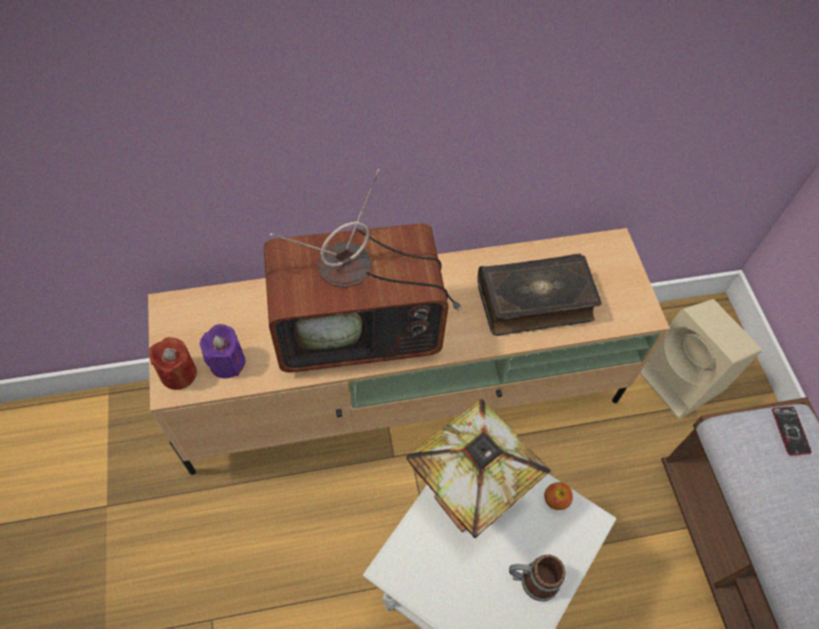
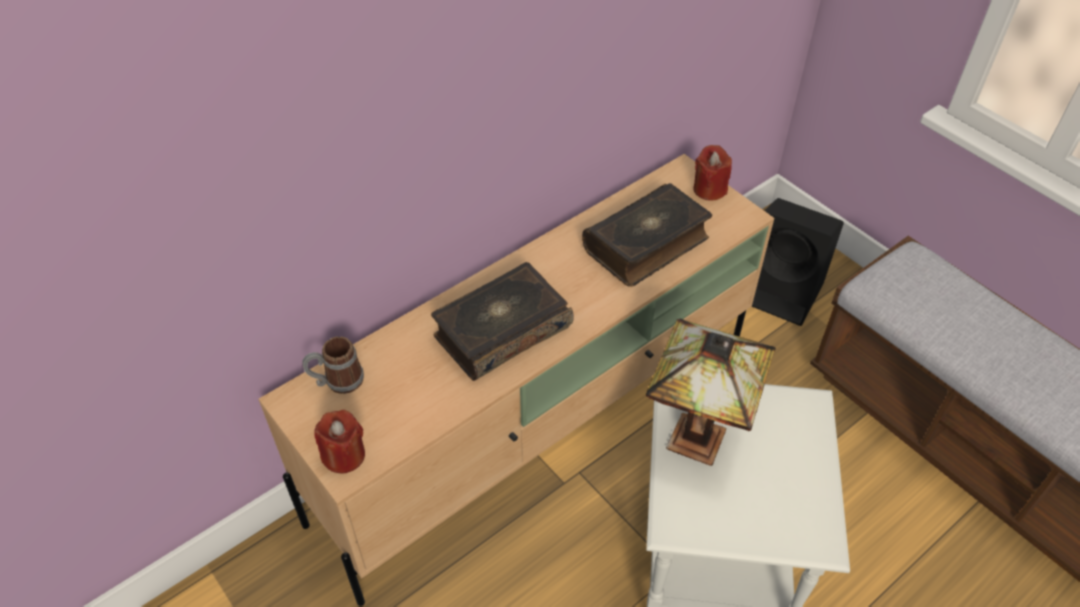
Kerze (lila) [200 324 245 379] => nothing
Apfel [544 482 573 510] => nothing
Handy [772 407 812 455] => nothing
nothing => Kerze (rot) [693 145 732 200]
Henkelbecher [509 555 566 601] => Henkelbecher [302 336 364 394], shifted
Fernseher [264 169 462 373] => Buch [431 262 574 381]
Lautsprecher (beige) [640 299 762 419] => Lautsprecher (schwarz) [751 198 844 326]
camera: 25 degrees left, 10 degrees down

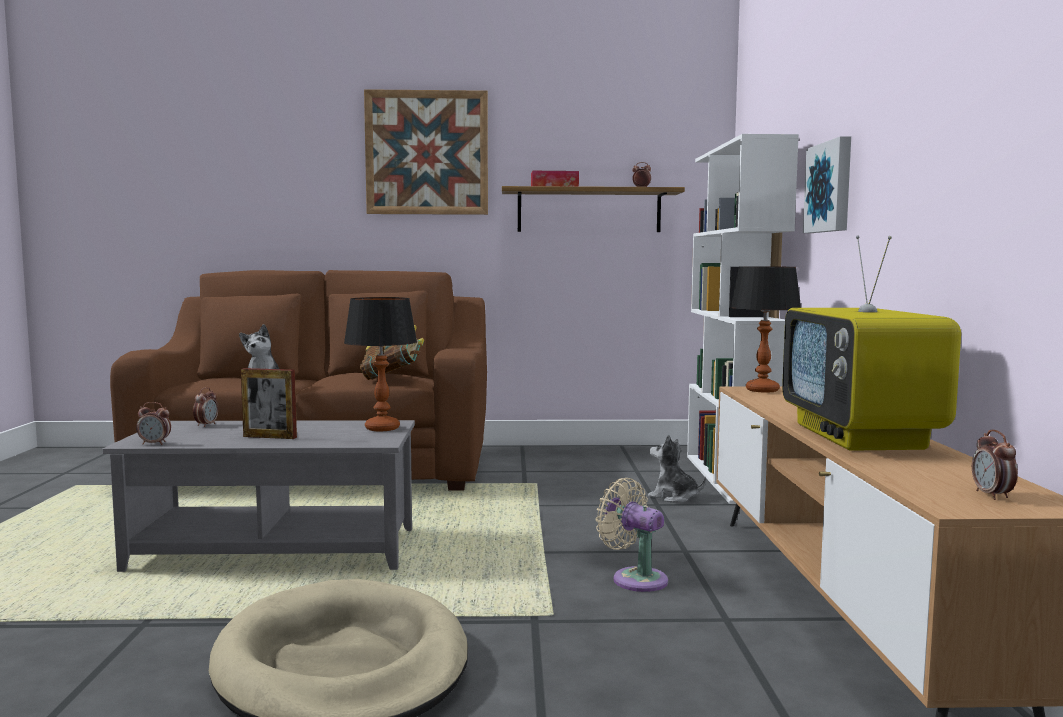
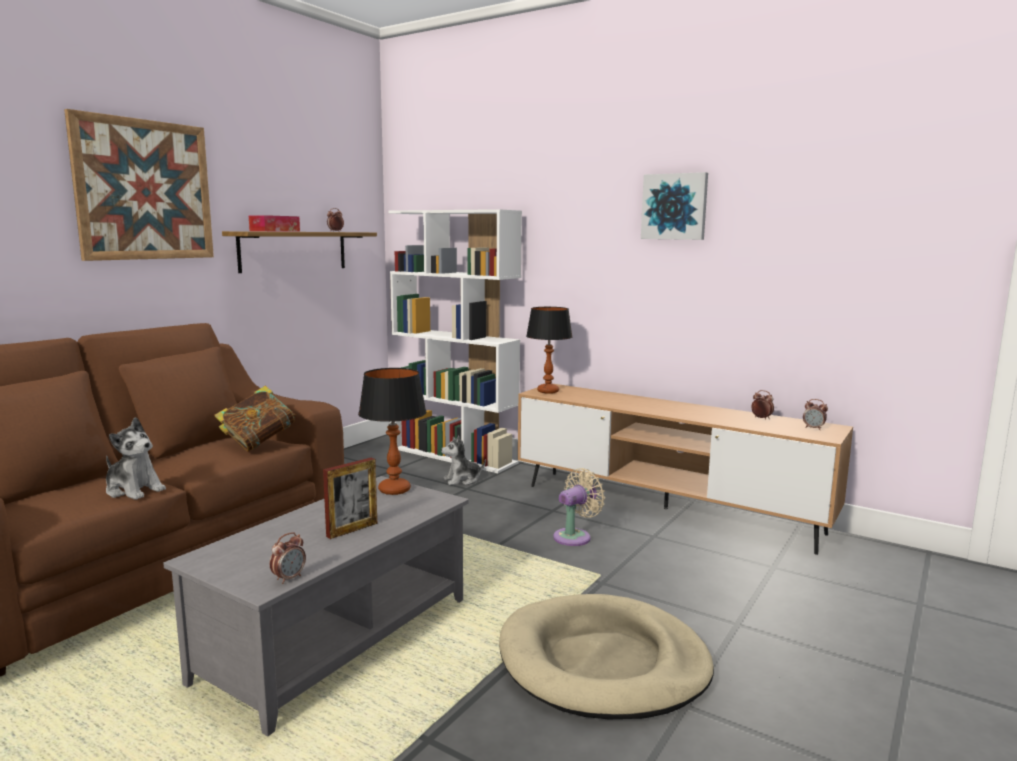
Fernseher [782 235 961 451] => nothing
Wecker [193 387 218 427] => Wecker [751 390 774 420], shifted
Bild [803 136 851 233] => Bild [641 172 708 240], shifted
Ventilator (beige) [596 478 668 592] => Ventilator (beige) [553 468 605 546], 150 degrees clockwise
camera: 55 degrees left, 5 degrees up

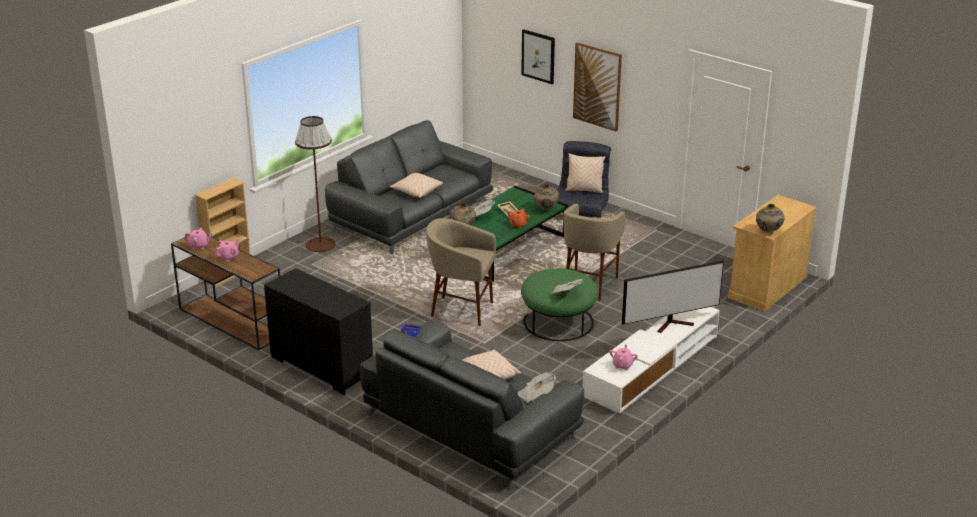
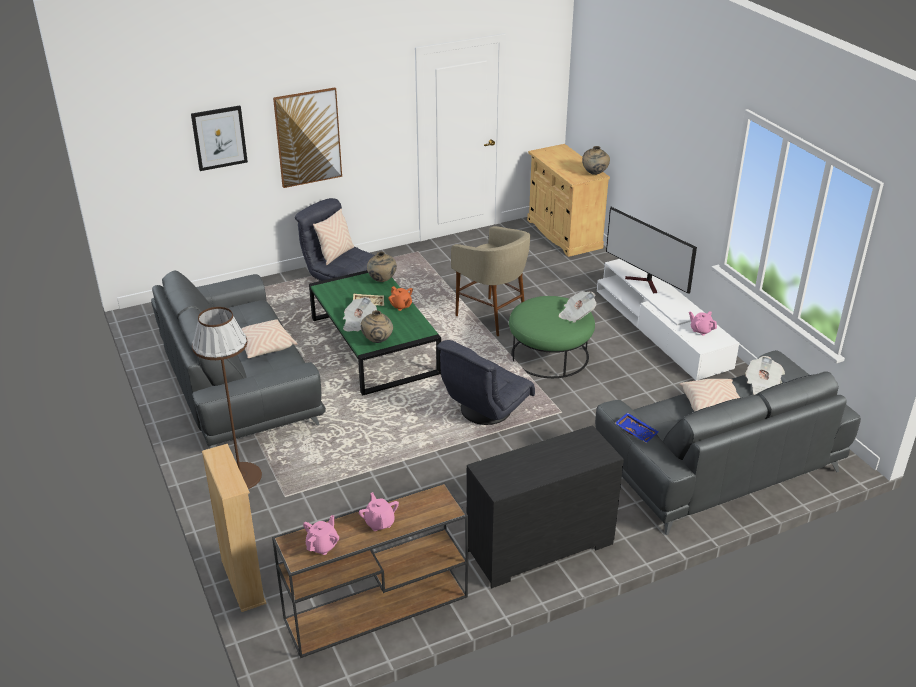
Hocker (beige) [426 218 496 326] => Sessel (grau) [437 340 535 425]
Fernseher [622 260 724 333] => Fernseher [606 207 697 294], 135 degrees clockwise
camera: 65 degrees left, 5 degrees up

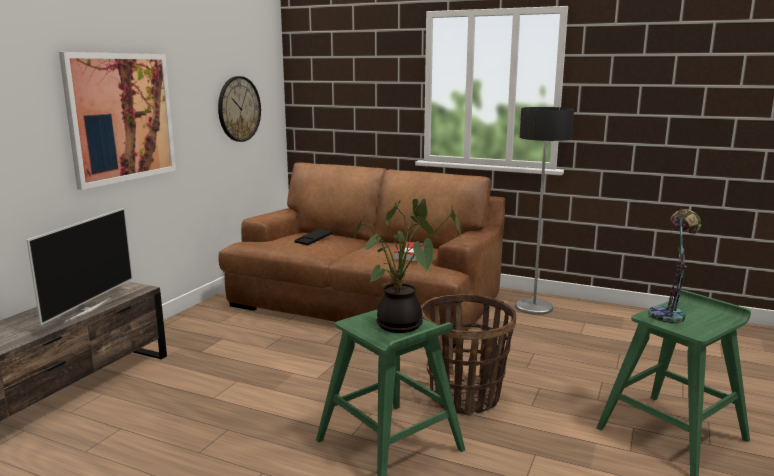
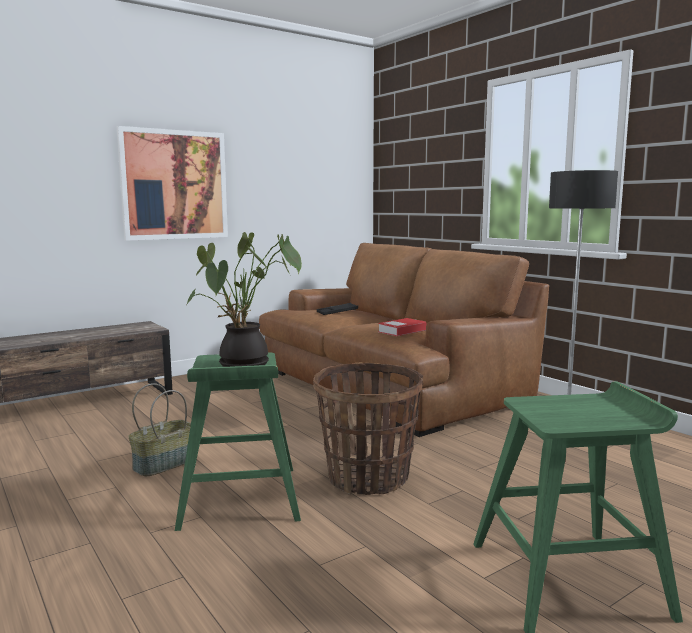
Fernseher [26 208 133 325] => nothing
Wanduhr [218 76 261 142] => nothing
Tischlampe [648 209 701 323] => nothing
nothing => Korb [128 383 191 476]
camera: 30 degrees right, 5 degrees down

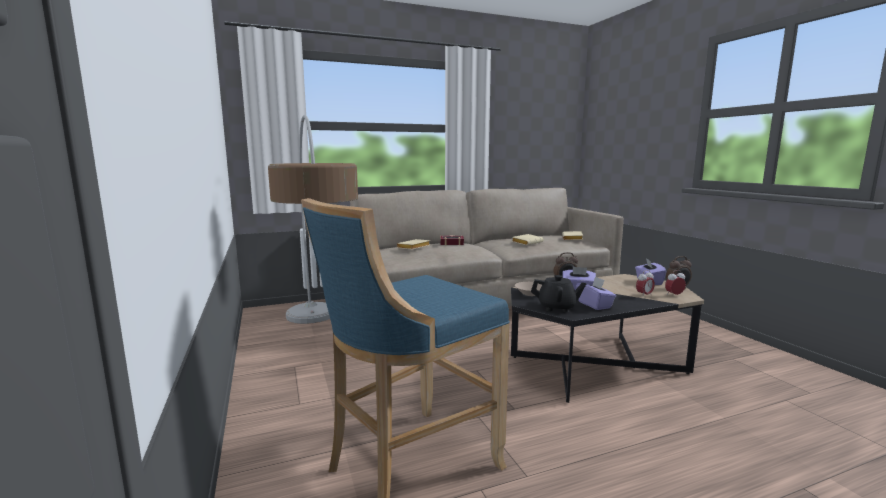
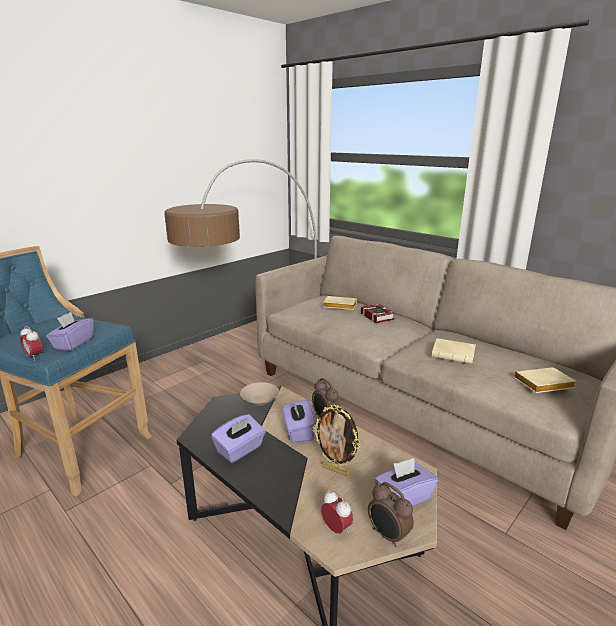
Teekanne (schwarz) [531 275 586 312] => nothing
nothing => Taschentuchbox (lila) [46 312 94 351]
nothing => Bilderrahmen [313 405 361 476]
Wecker [636 270 655 295] => Wecker [20 326 43 361], shifted
camera: 65 degrees right, 10 degrees up

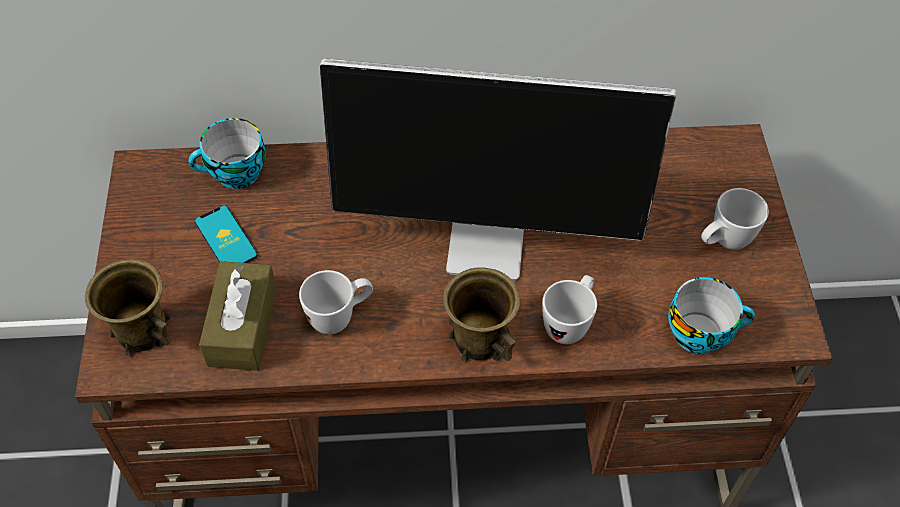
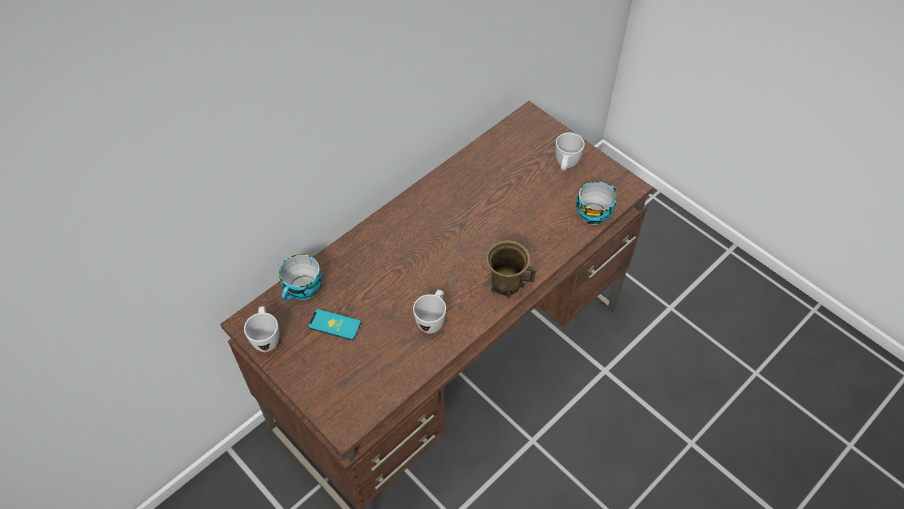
Henkelbecher (braun) [85 259 171 356] => nothing
Taschentuchbox (braun) [199 261 277 371] => nothing
Monitor [320 58 676 281] => nothing
Henkelbecher (weiß) [542 275 597 344] => Henkelbecher (weiß) [244 306 279 352], shifted
camera: 40 degrees left, 0 degrees up

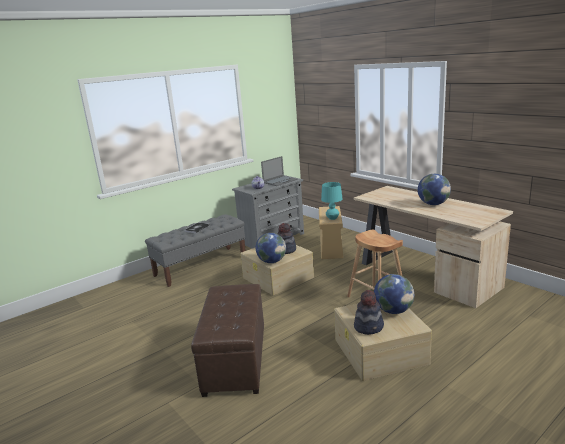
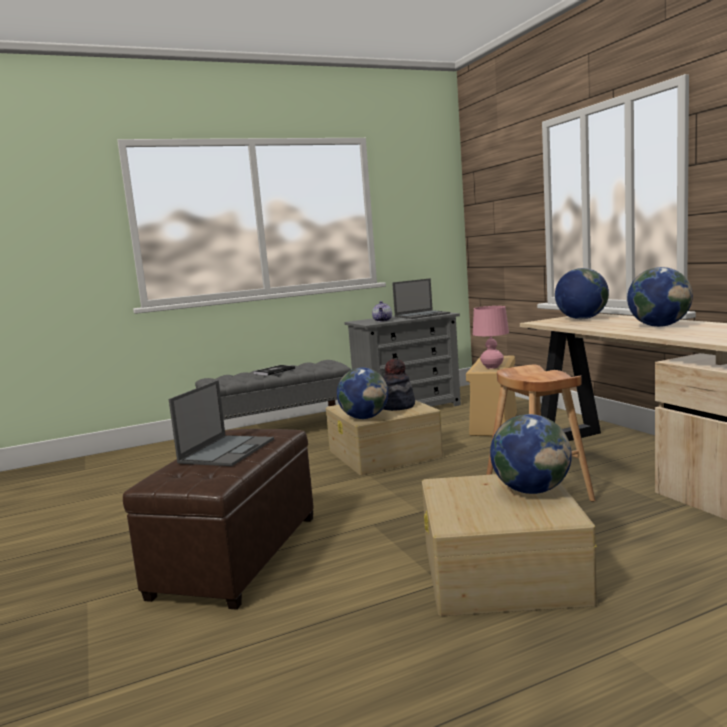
Hut [354 290 384 335] => nothing
nothing => Laptop [169 380 274 466]
nothing => Globus [555 268 609 319]
Tischlampe (türkis) [321 182 343 220] => Tischlampe (rosa) [473 306 509 369]
camera: 15 degrees right, 10 degrees down

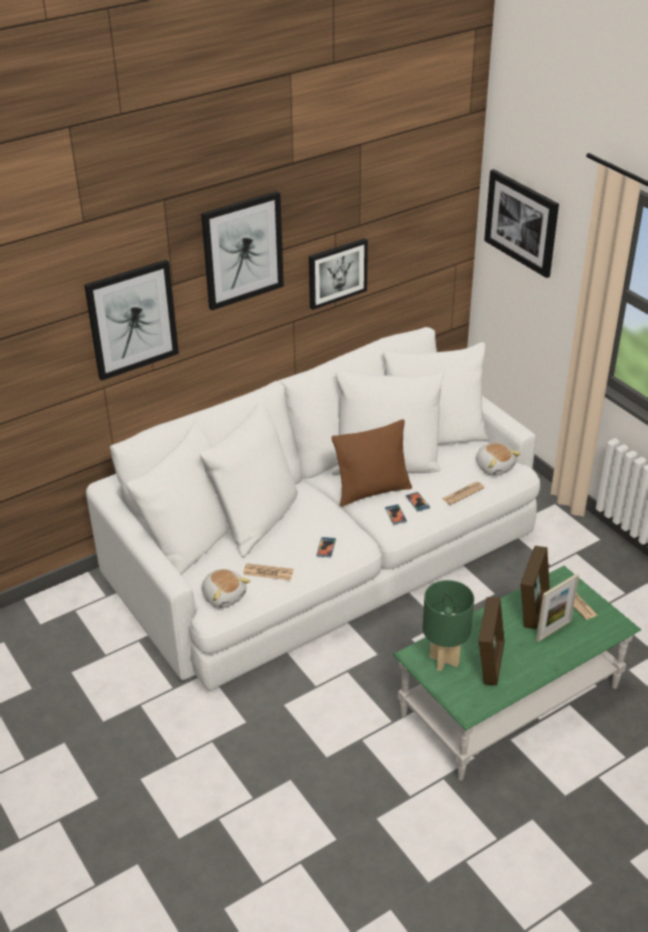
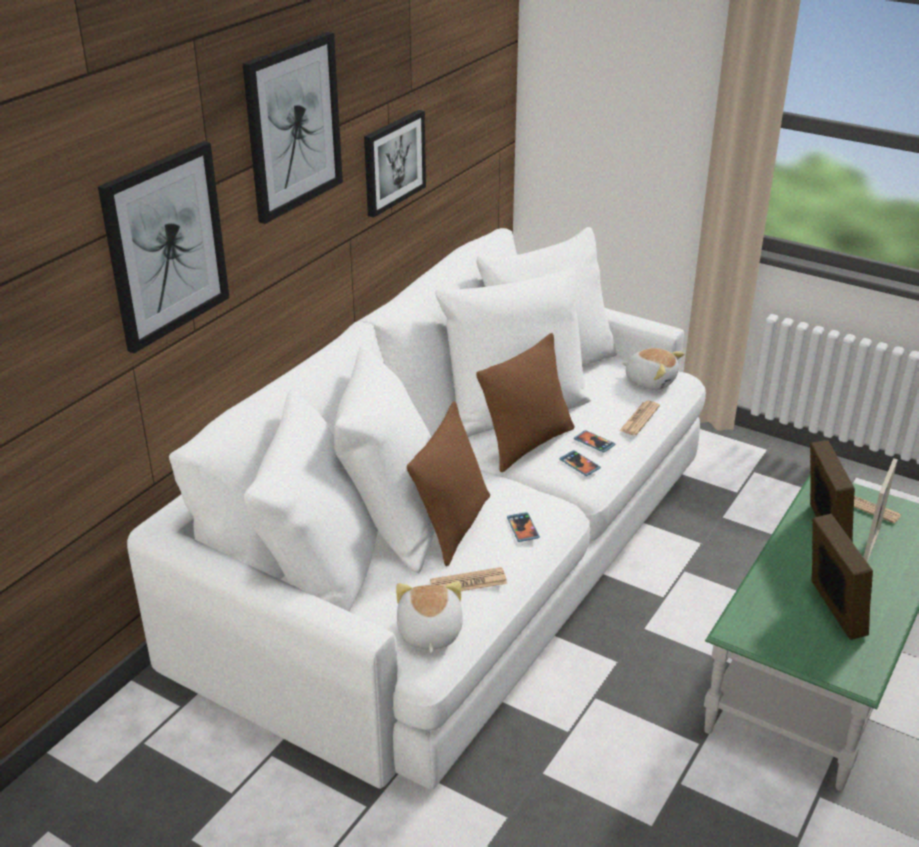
Tischlampe (grün) [423 580 474 671] => nothing
Bild [484 169 559 278] => nothing
nothing => Kissen (braun) [407 401 490 566]
Plüschtier [202 569 250 608] => Plüschtier [396 581 463 653], 120 degrees counterclockwise
camera: 25 degrees left, 5 degrees down

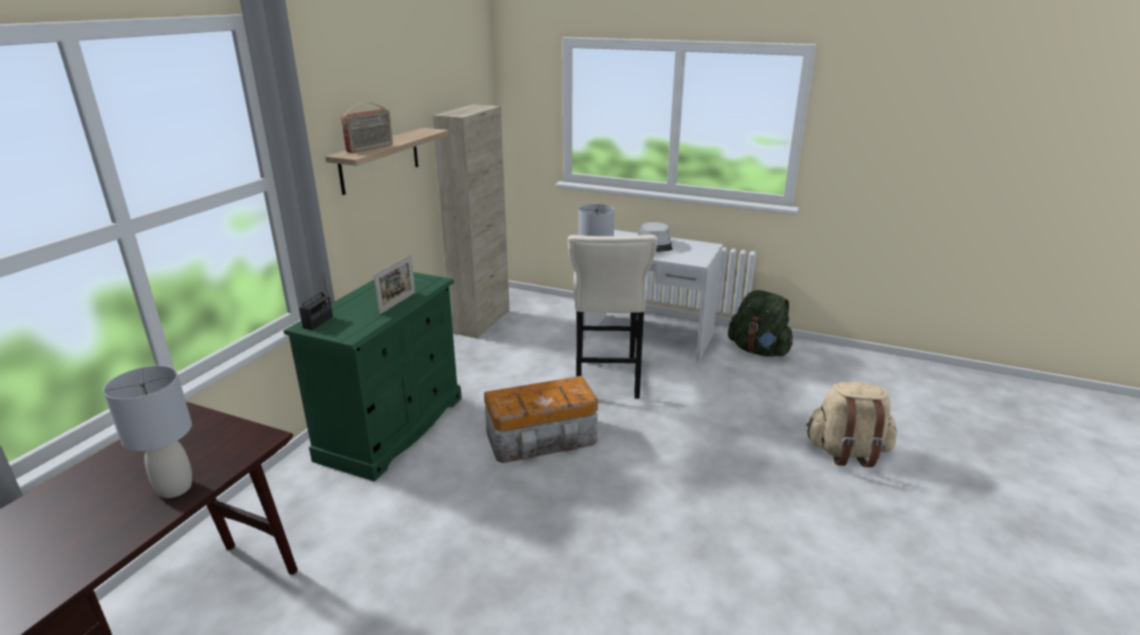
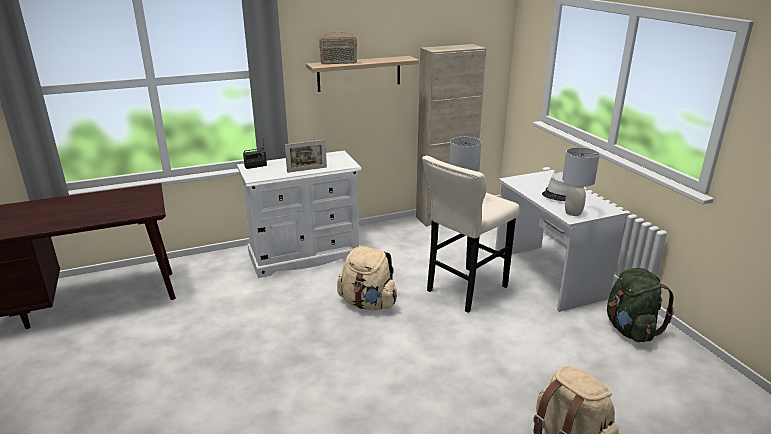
Tischlampe (grau) [103 365 192 498] => Tischlampe (grau) [562 147 600 216], shifted
Aufbewahrungsbox [484 376 598 463] => Rucksack (beige) [337 246 397 311]
Kommode (grün) [284 272 462 482] => Kommode (weiß) [237 151 362 278]
camera: 45 degrees right, 0 degrees up

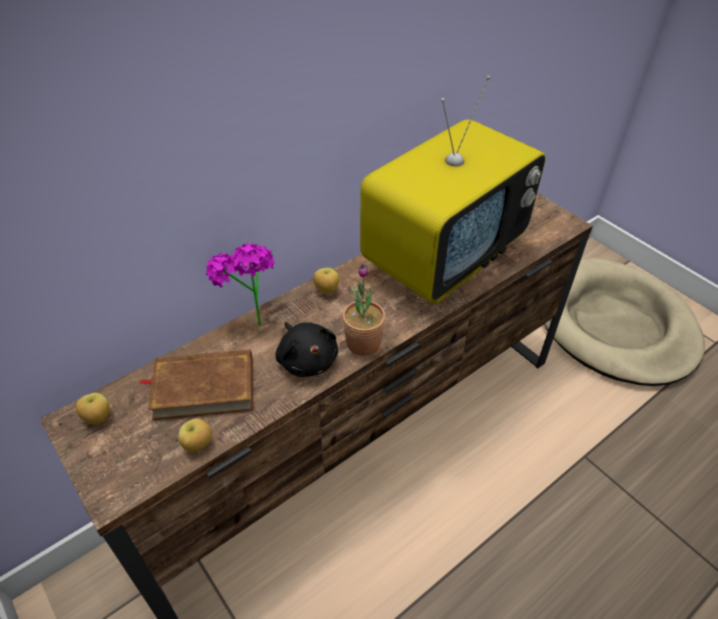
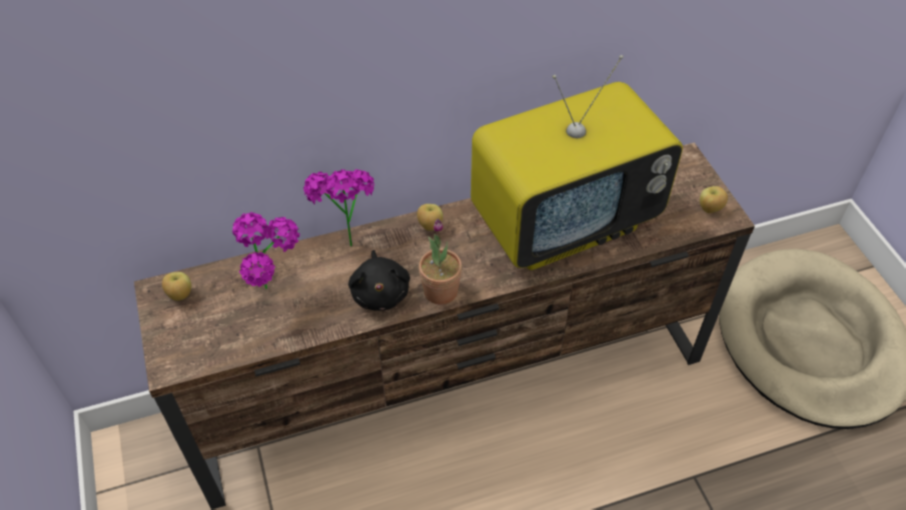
Apfel [178 418 212 453] => Apfel [700 186 728 213], shifted
Buch (braun) [139 349 253 420] => Topfpflanze [232 212 300 290]
camera: 20 degrees right, 5 degrees up

